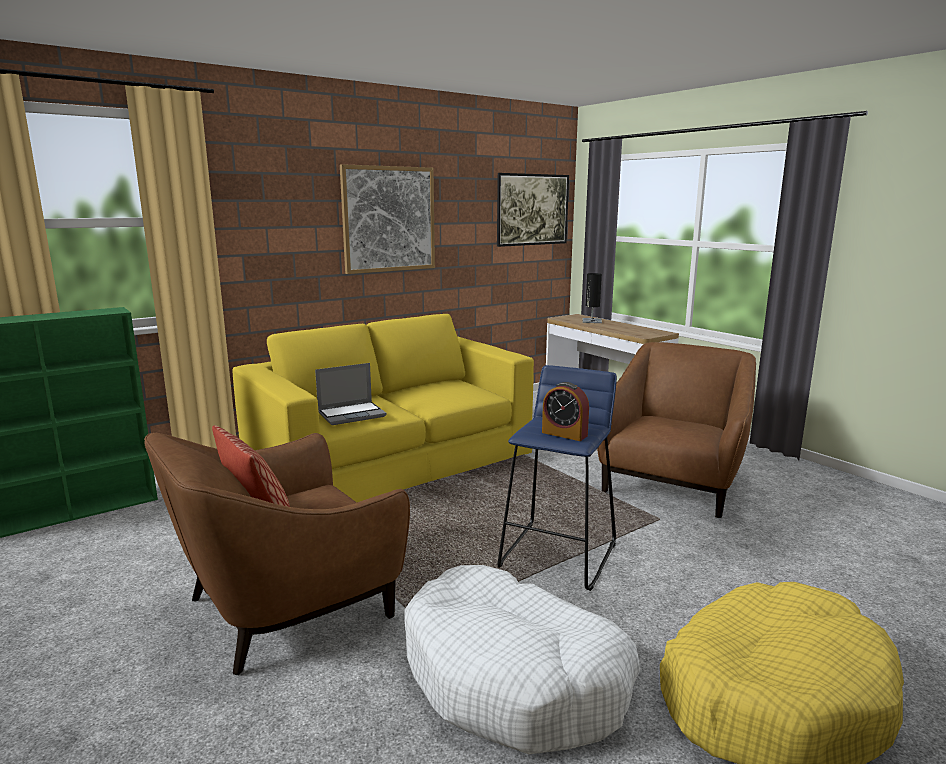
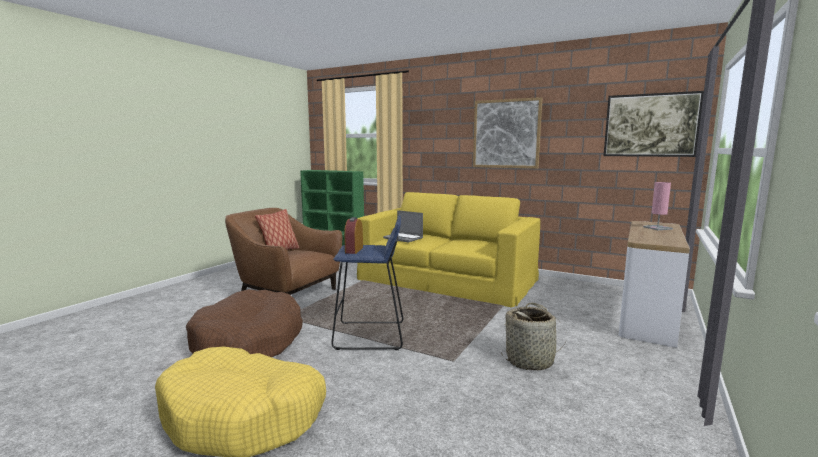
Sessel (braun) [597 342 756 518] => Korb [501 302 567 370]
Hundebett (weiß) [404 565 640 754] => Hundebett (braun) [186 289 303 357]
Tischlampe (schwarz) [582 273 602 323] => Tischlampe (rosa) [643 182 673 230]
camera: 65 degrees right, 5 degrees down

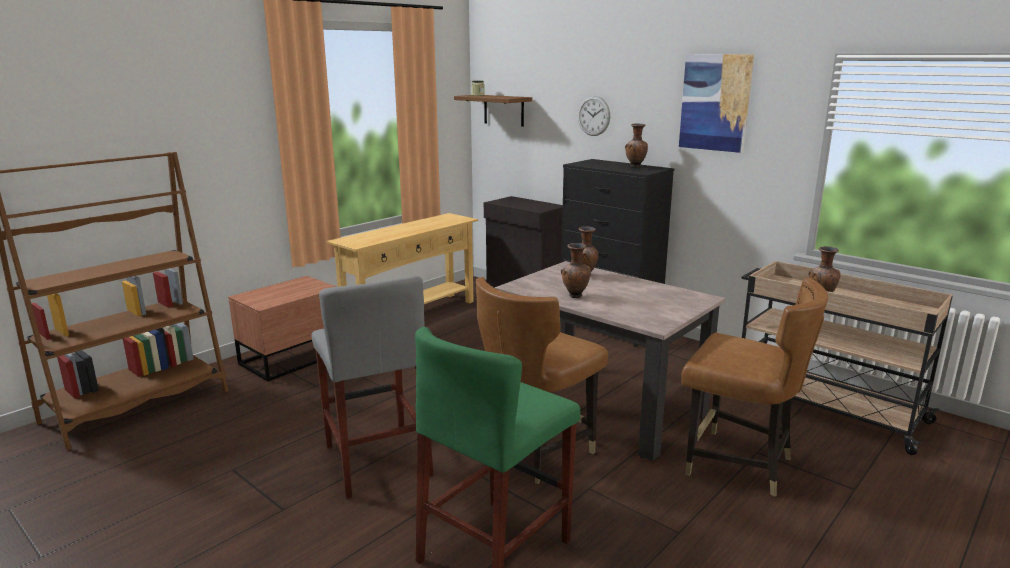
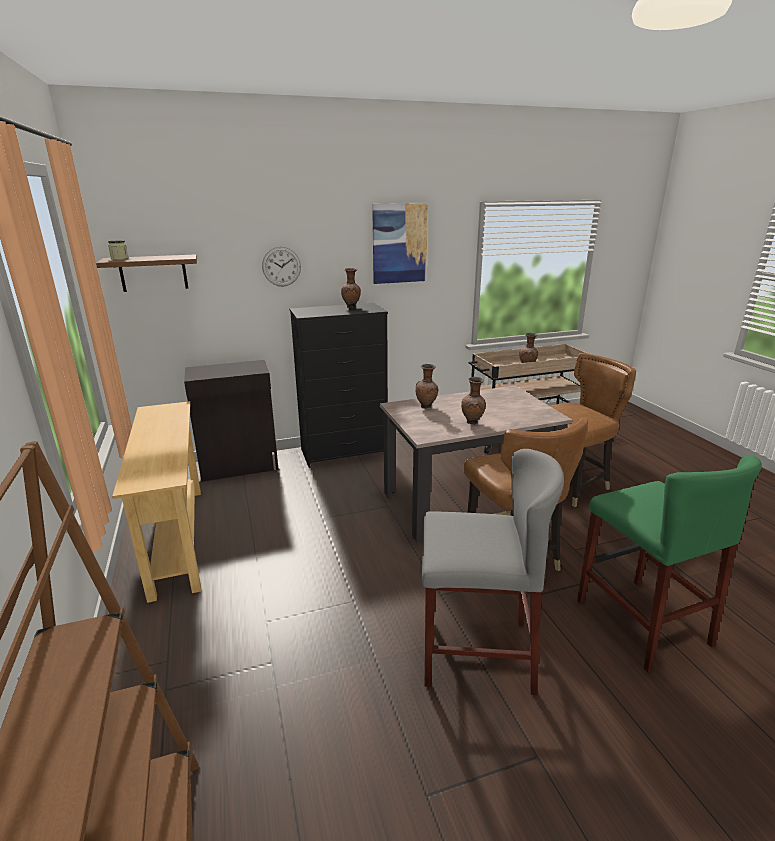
Nachttisch (braun) [228 276 336 382] => nothing
camera: 60 degrees left, 5 degrees up

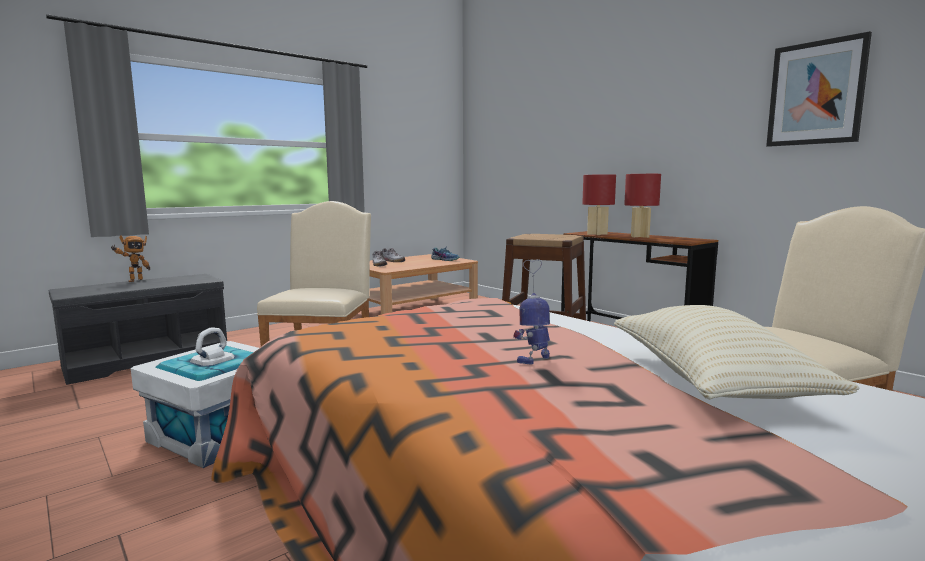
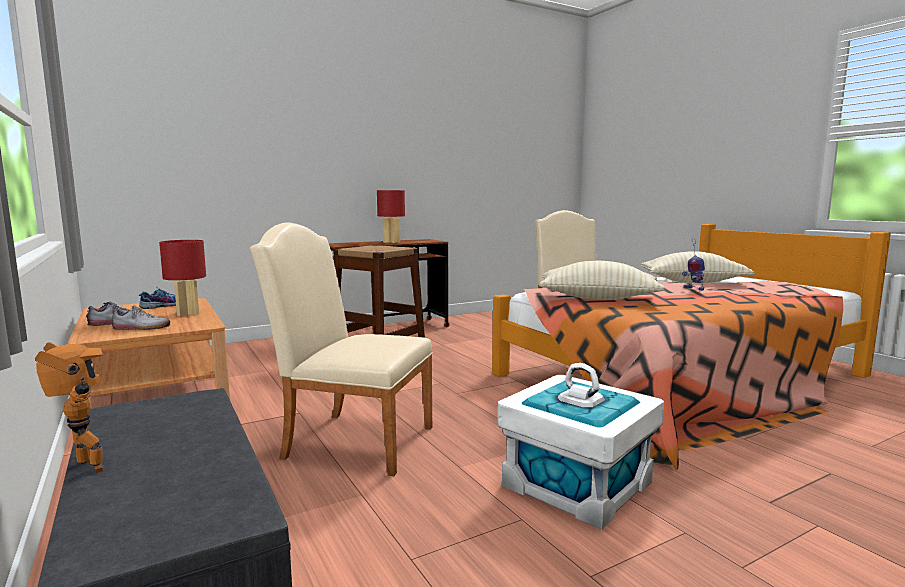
Bild [766 31 872 147] => nothing
nothing => Kissen (beige) [539 261 665 300]
Tischlampe (rot) [582 174 616 235] => Tischlampe (rot) [159 240 206 316], shifted
camera: 80 degrees left, 0 degrees up

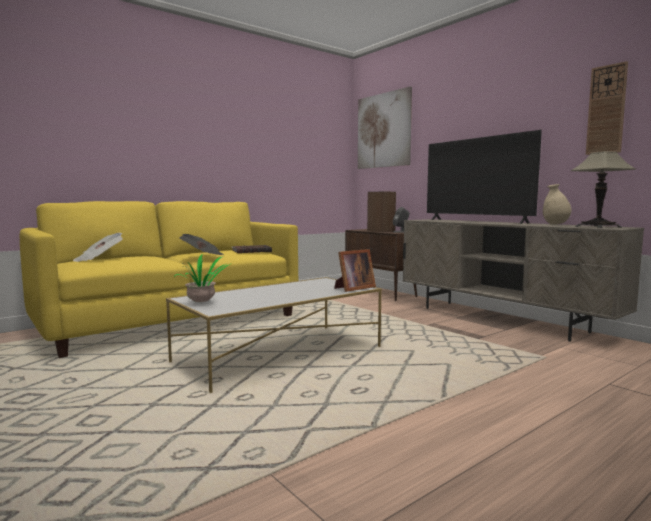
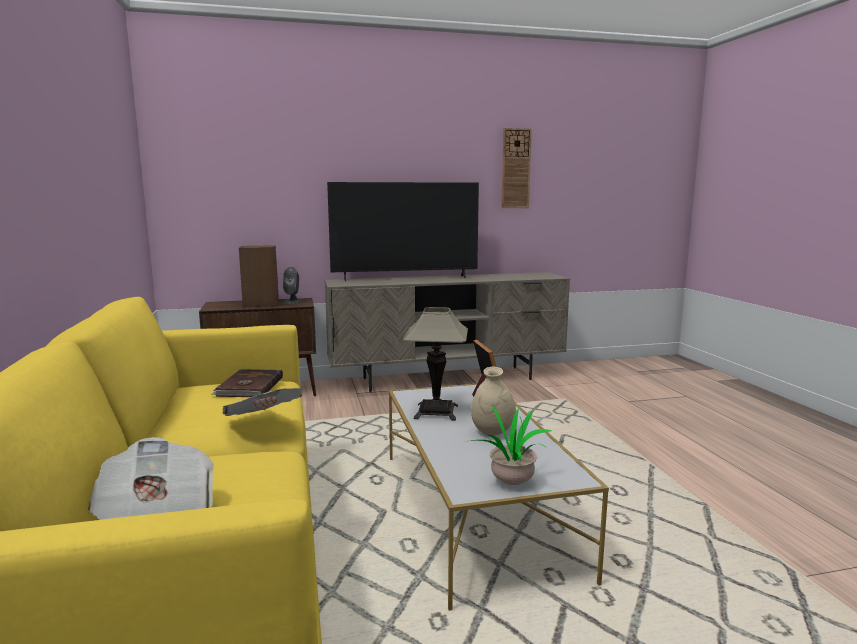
Bild [358 86 412 169] => nothing
Vase (beige) [543 184 572 225] => Vase (beige) [471 366 516 436], shifted
Tischlampe [571 151 636 228] => Tischlampe [403 307 468 421], shifted
camera: 65 degrees left, 5 degrees up

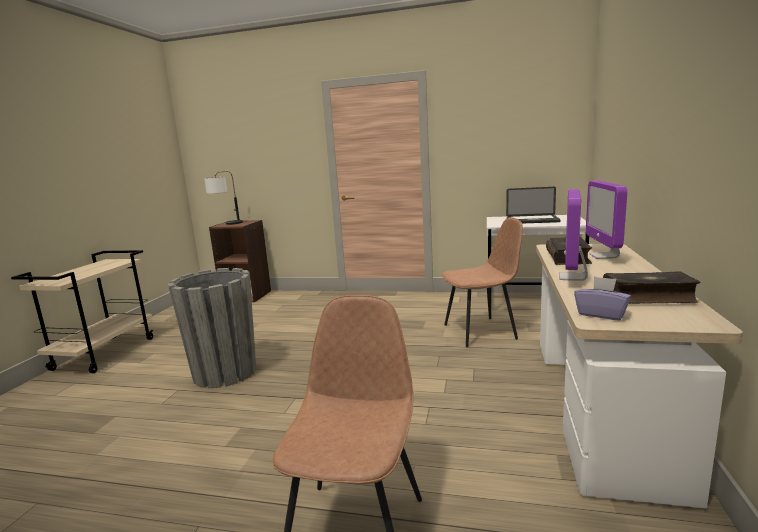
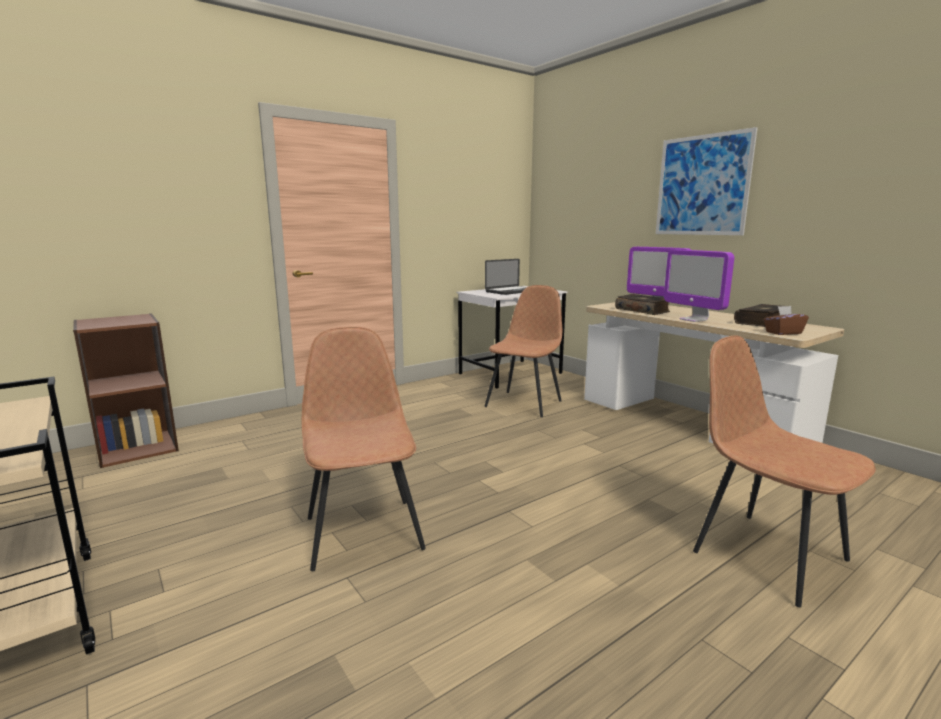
Tischlampe [204 171 243 225] => nothing
nothing => Bild [656 127 758 235]
Pflanzkübel (grau) [168 268 256 388] => Stuhl (braun) [302 327 426 571]
Taschentuchbox (lila) [574 276 631 320] => Taschentuchbox (braun) [763 306 809 335]
camera: 50 degrees left, 0 degrees up

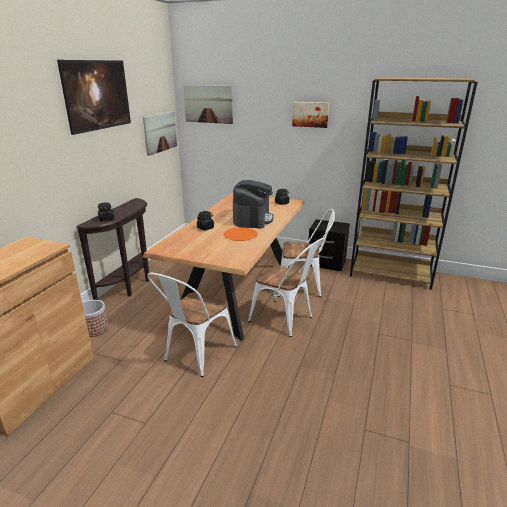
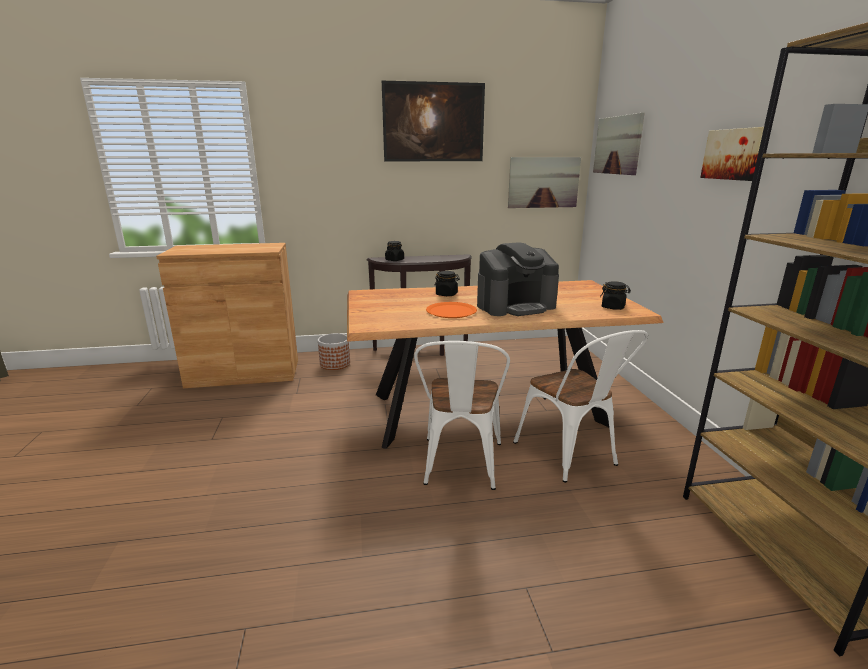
Stuhl (weiß) [147 273 237 377] => nothing
Nachttisch (schwarz) [309 219 350 271] => nothing
camera: 60 degrees right, 5 degrees down

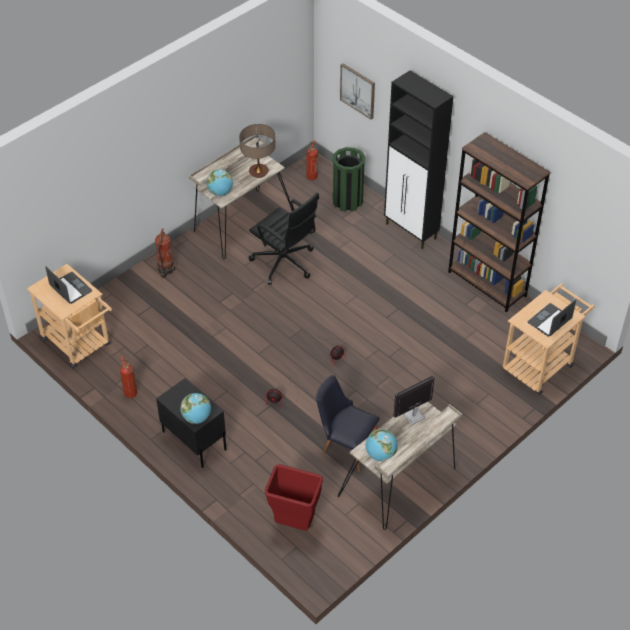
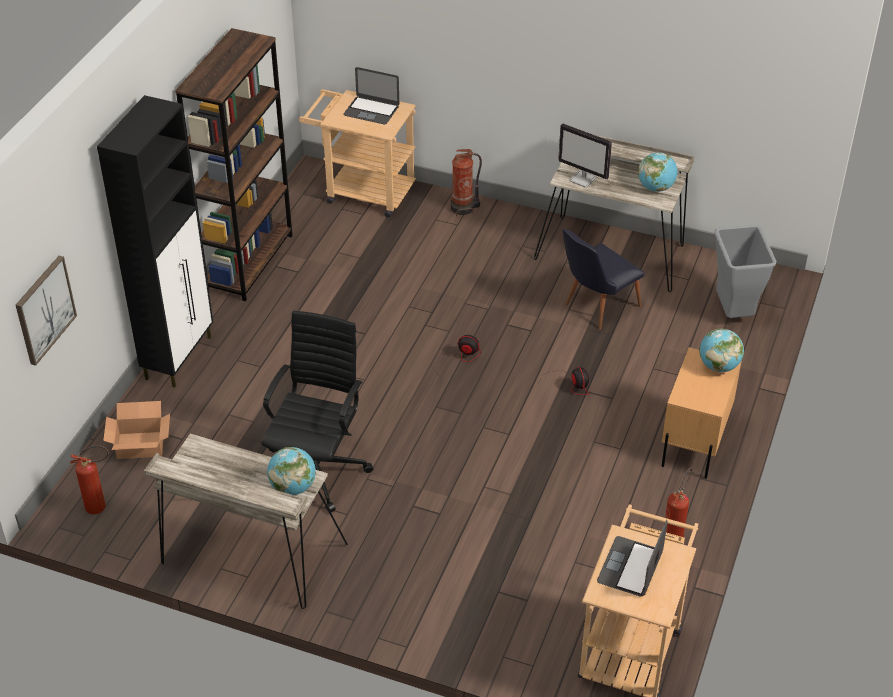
Tischlampe [239 124 276 178] => nothing
Feuerlöscher [155 228 177 278] => Feuerlöscher [450 149 482 216], shifted
Mülleimer (grün) [332 147 365 212] => Karton [103 401 170 459]
Nachttisch (schwarz) [156 378 227 468] => Nachttisch (beige) [661 347 742 479]
Mülleimer (rot) [265 464 323 531] => Mülleimer (grau) [714 225 776 318]
Stuhl (schwarz) [316 375 380 472] => Stuhl (schwarz) [563 229 644 330], 45 degrees clockwise
camera: 115 degrees left, 5 degrees down

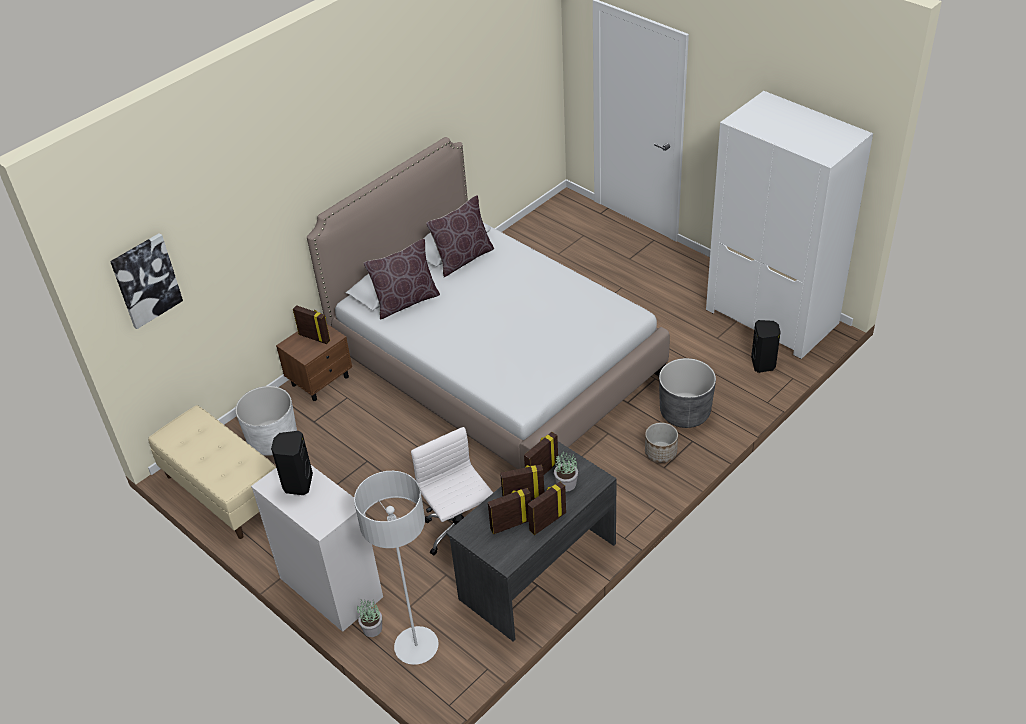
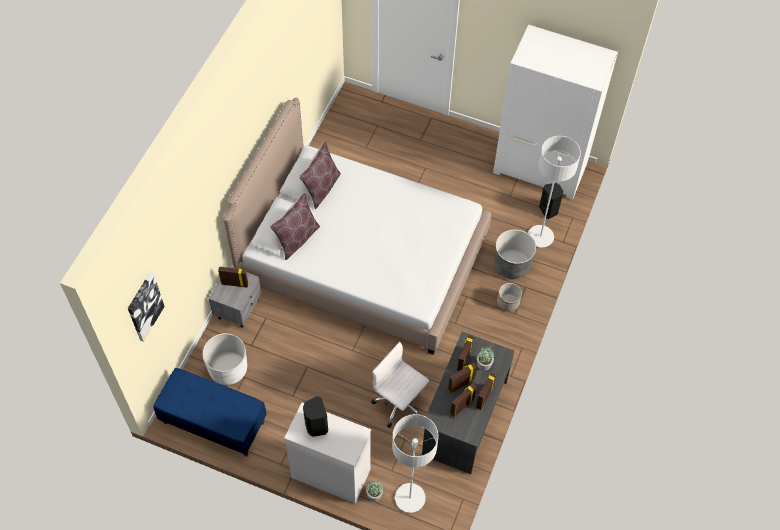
nothing => Stehlampe (grau) [528 136 581 247]
Bank (beige) [148 405 276 539] => Bank (blau) [153 368 267 457]
Nachttisch (braun) [276 324 352 401] => Nachttisch (grau) [209 265 261 328]
camera: 25 degrees left, 15 degrees up

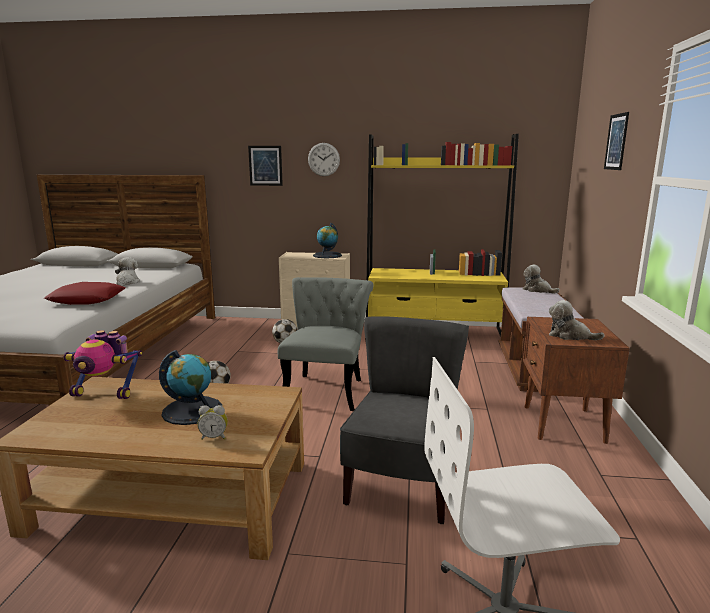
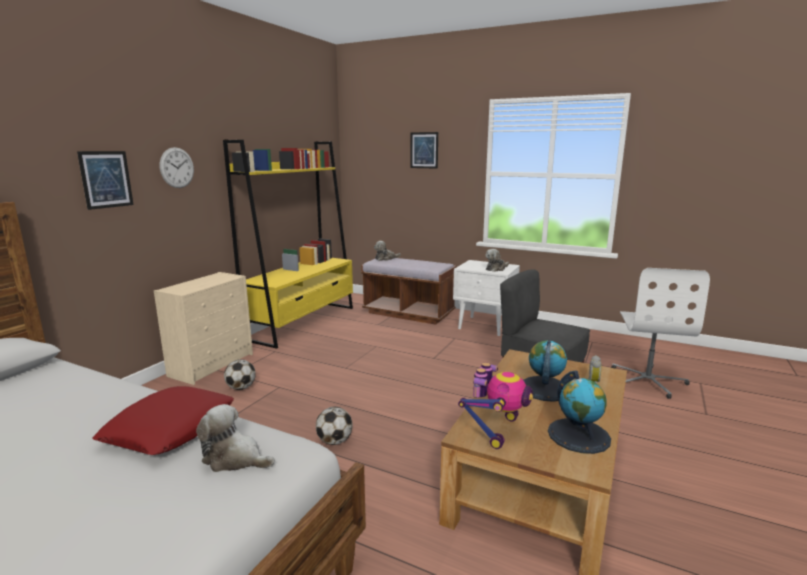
Stuhl (grau) [278 277 374 411] => nothing
Plüschtier [115 257 140 286] => Plüschtier [196 404 275 472], shifted
Globus [313 223 342 258] => Globus [548 371 611 454], shifted
Nachttisch (braun) [523 317 630 444] => Nachttisch (weiß) [453 260 520 336]
camera: 70 degrees left, 0 degrees up

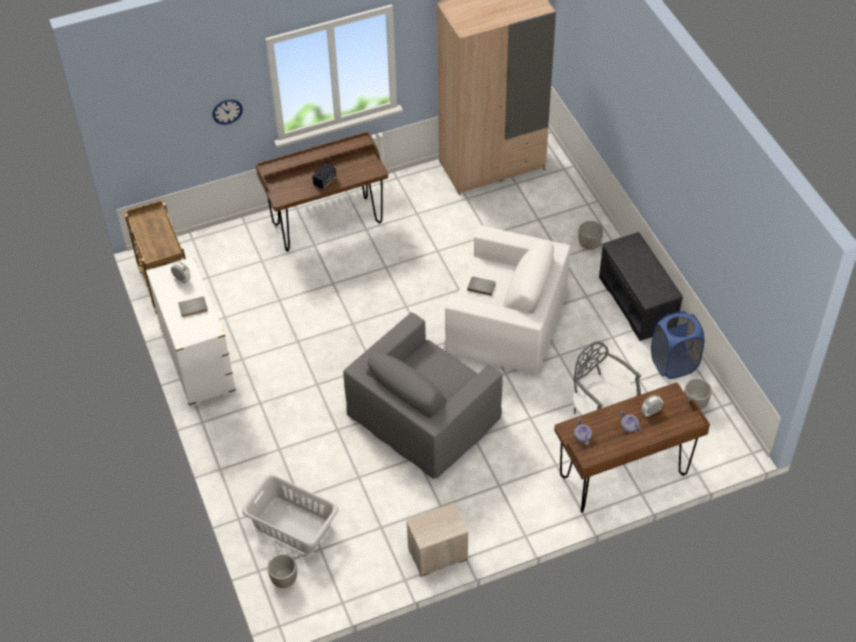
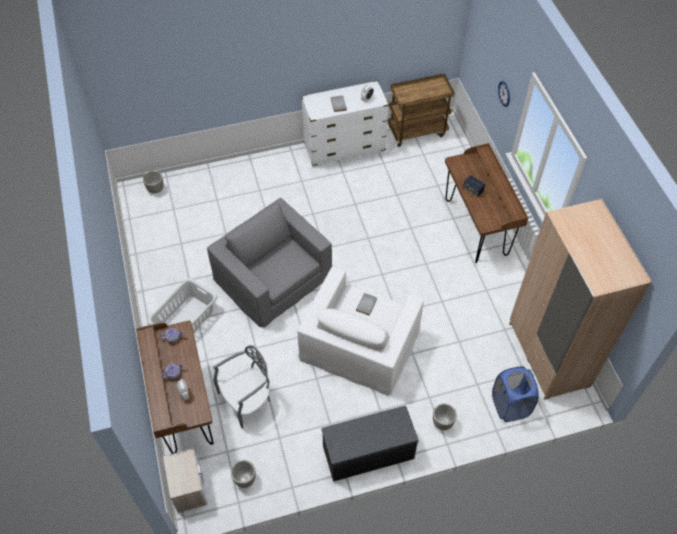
Wäschekorb (grau) [242 475 338 554] => Wäschekorb (grau) [148 278 217 333], shifted
Nachttisch [406 503 469 577] => Nachttisch [163 448 208 513], shifted
Wäschekorb (blau) [651 311 704 379] => Wäschekorb (blau) [492 366 539 422], shifted
camera: 95 degrees right, 5 degrees up

